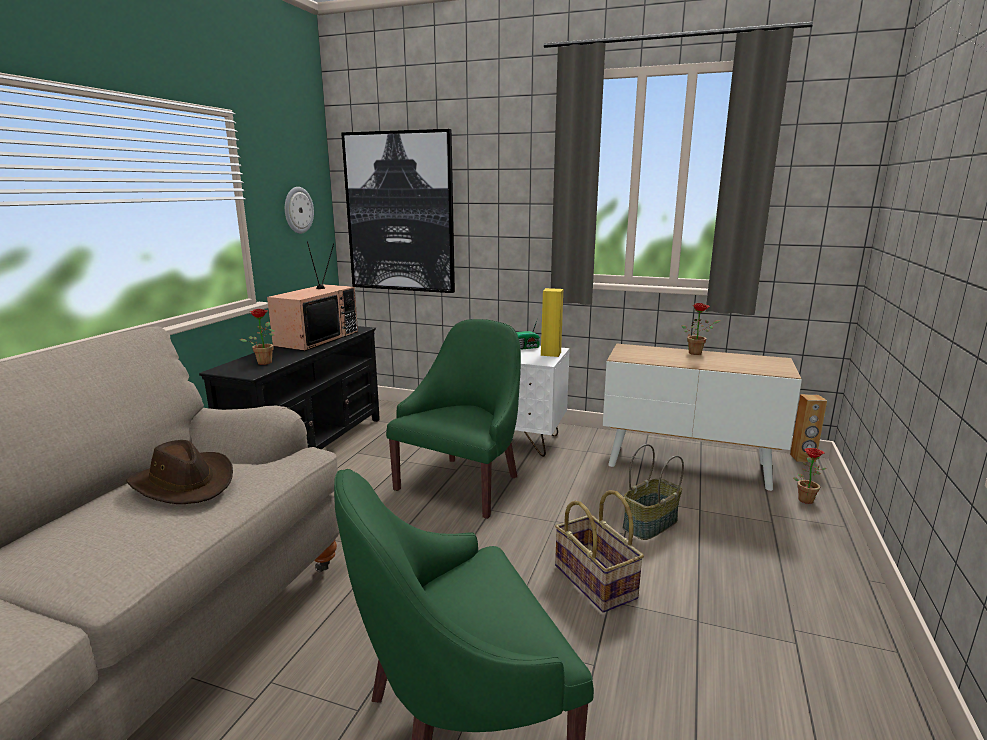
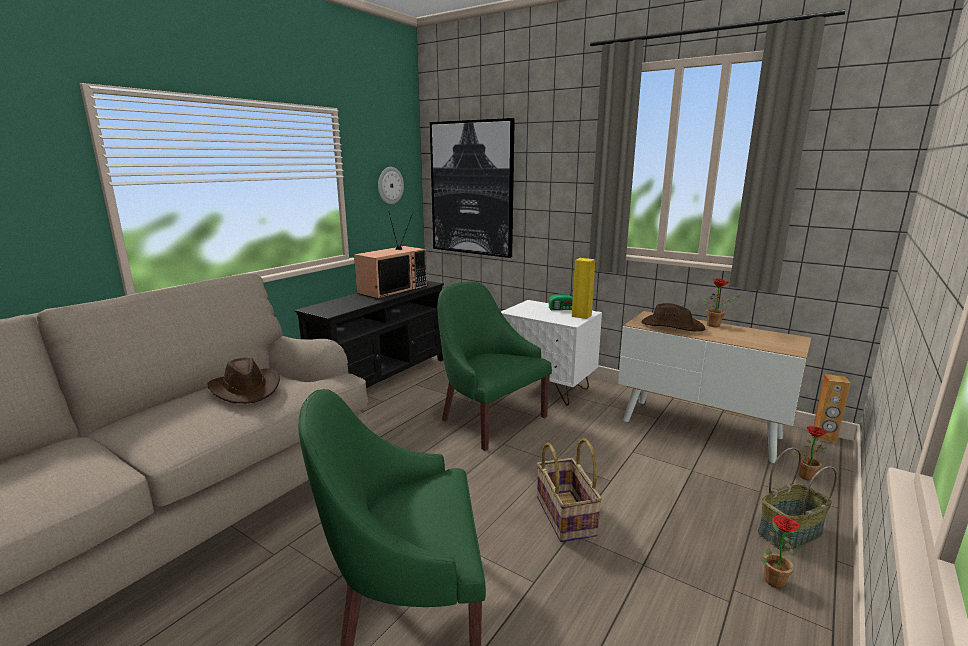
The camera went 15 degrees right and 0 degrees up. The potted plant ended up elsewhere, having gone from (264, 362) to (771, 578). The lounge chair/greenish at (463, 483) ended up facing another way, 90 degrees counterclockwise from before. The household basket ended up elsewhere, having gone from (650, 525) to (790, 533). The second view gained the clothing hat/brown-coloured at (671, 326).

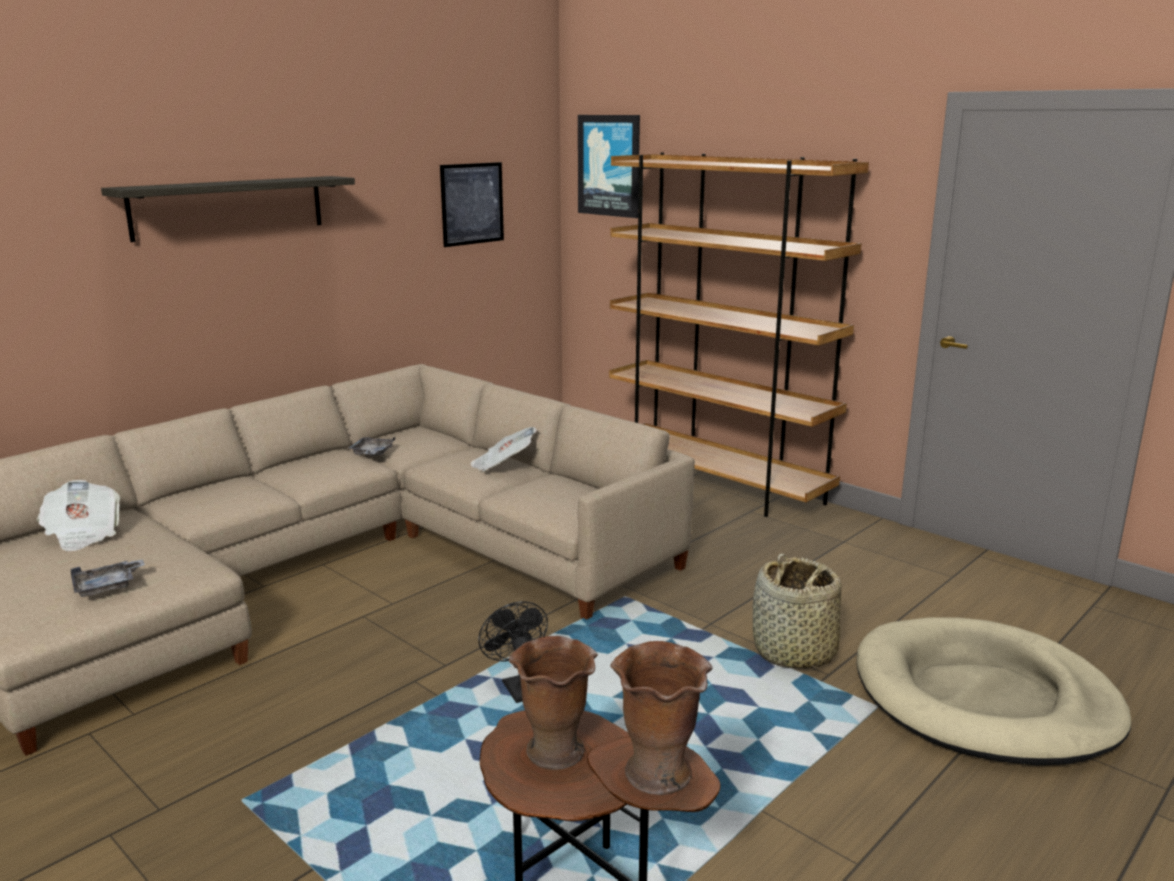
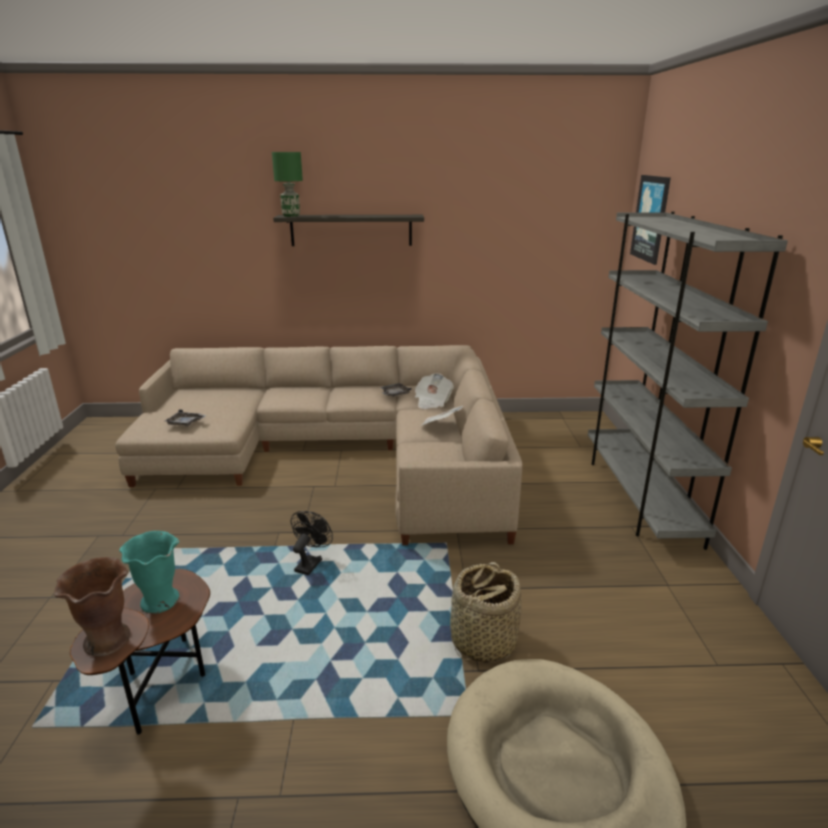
The camera went 45 degrees right and 5 degrees up. The printed paper ended up elsewhere, having gone from (83, 534) to (432, 402). The second view lost the picture at (472, 204). What was the decorative vase/brown-coloured at (555, 751) turned into the decorative vase/turquoise-coloured at (160, 601). What was the bookshelf/brown-coloured at (717, 485) turned into the bookshelf/greyish at (639, 496). The second view gained the tabletop lamp/greenish at (291, 216).

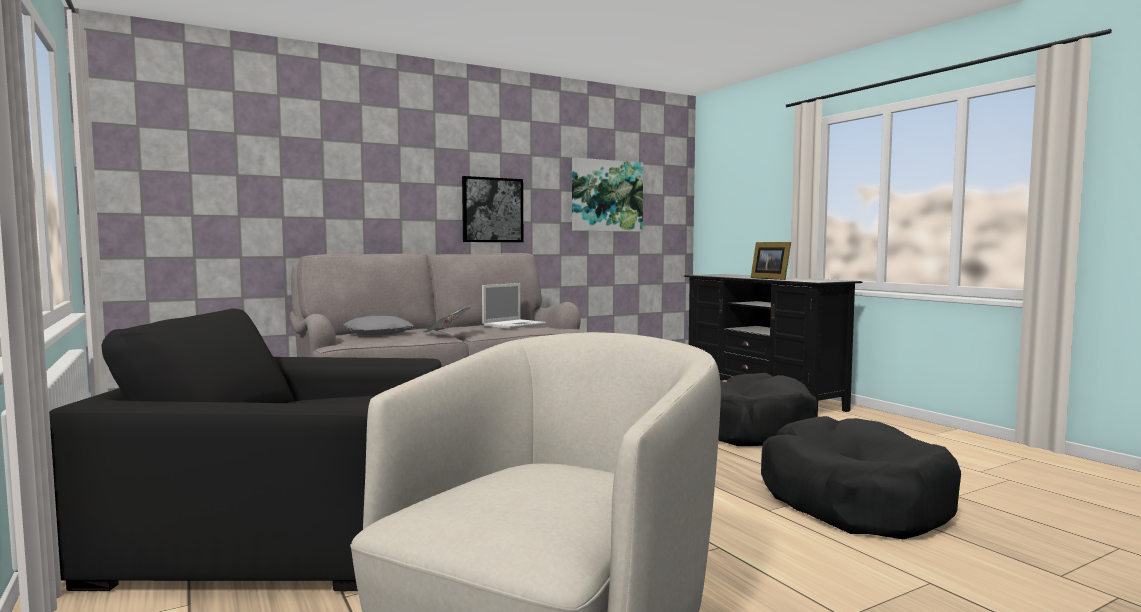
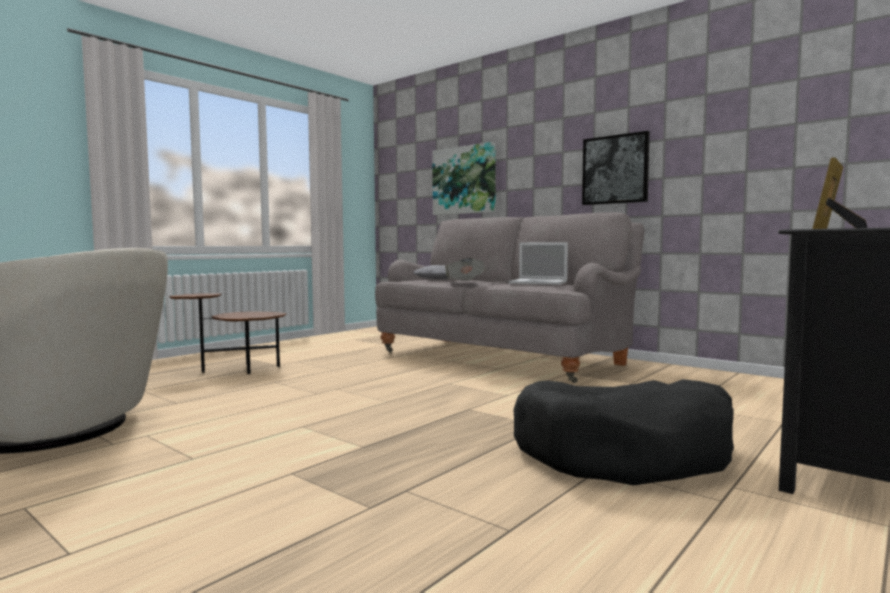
The camera went 70 degrees right and 0 degrees up. Where the lounge chair/black-coloured stood at (288, 529), the end table/brown-coloured came to stand at (237, 369). The picture ended up elsewhere, having gone from (606, 196) to (464, 180). The second view lost the pet bed/black-coloured at (853, 500).

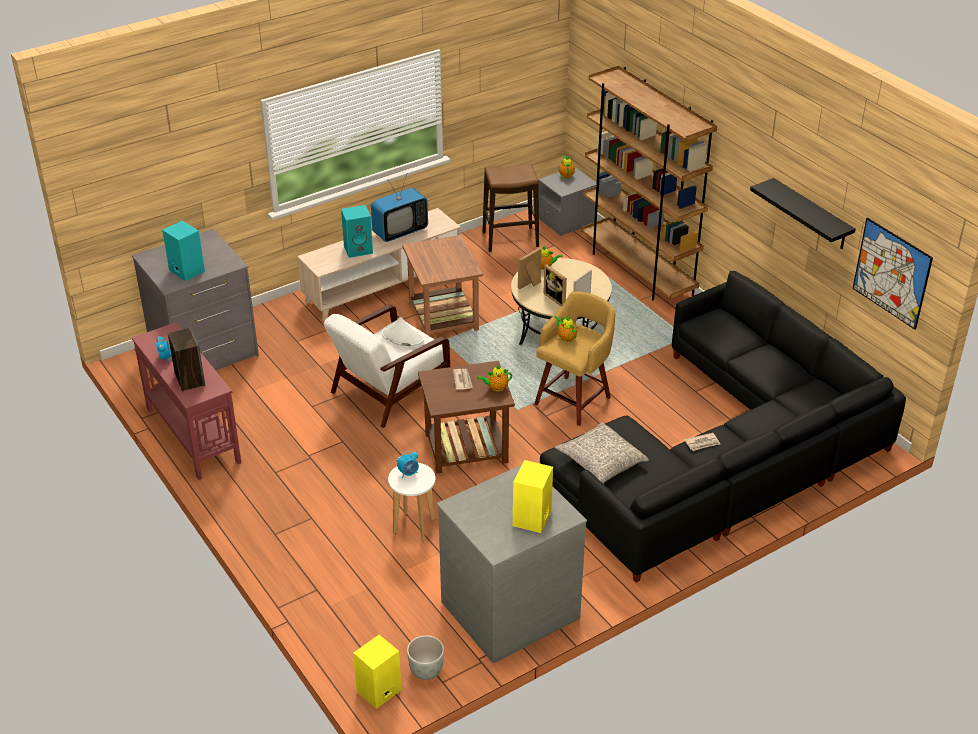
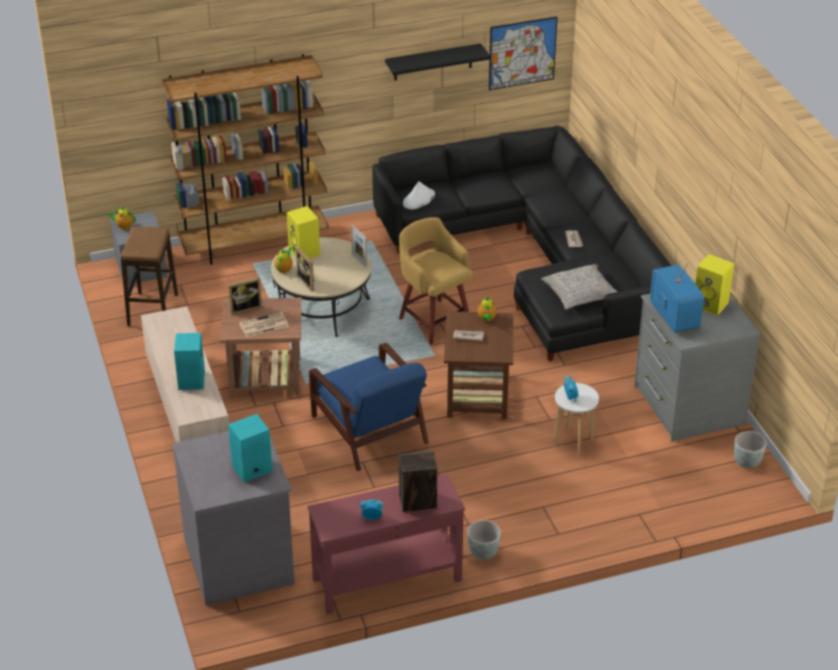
The camera went 75 degrees left and 0 degrees up. What was the lounge chair/whitish at (389, 390) turned into the lounge chair/bluish at (370, 431). The speaker/yellow ended up elsewhere, having gone from (378, 692) to (305, 252). The TV ended up elsewhere, having gone from (400, 231) to (673, 317). The clothing hat/whitish ended up elsewhere, having gone from (402, 337) to (418, 200). The photo frame ended up elsewhere, having gone from (557, 298) to (245, 308). The second view lost the pot for tea at (566, 337). The second view gained the printed paper at (263, 325). The second view gained the flower pot/greyish at (483, 552).

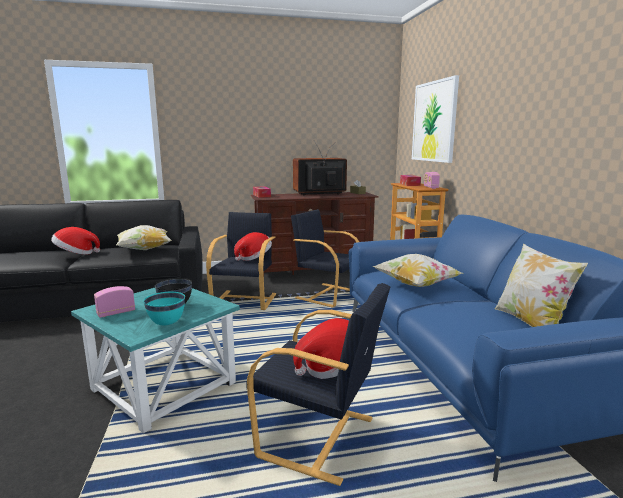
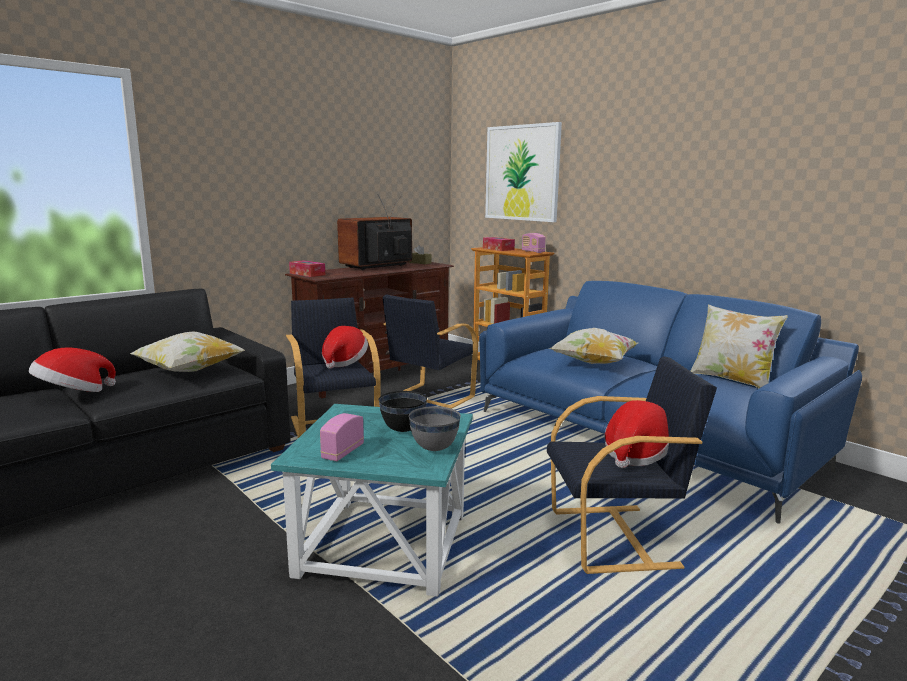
The camera went 30 degrees left and 0 degrees up. What was the bowl/turquoise-coloured at (167, 323) turned into the bowl/greyish at (434, 448). The lounge chair/black-coloured at (327, 294) ended up facing another way, 60 degrees counterclockwise from before.

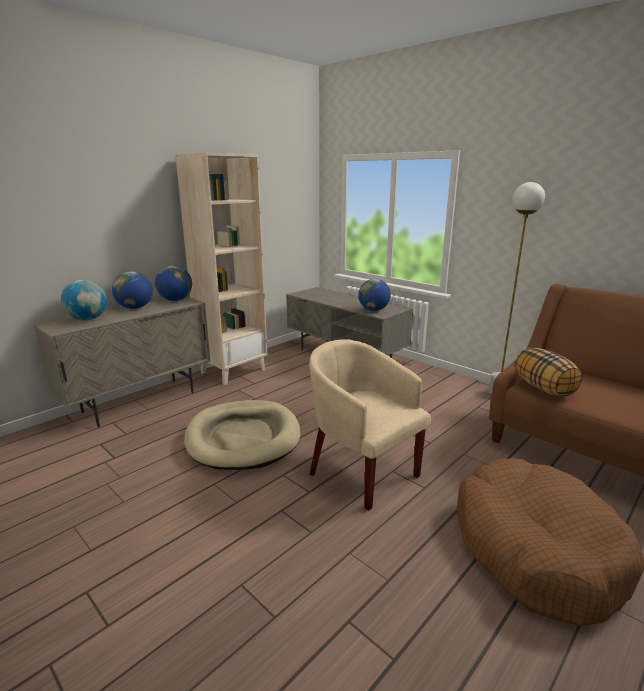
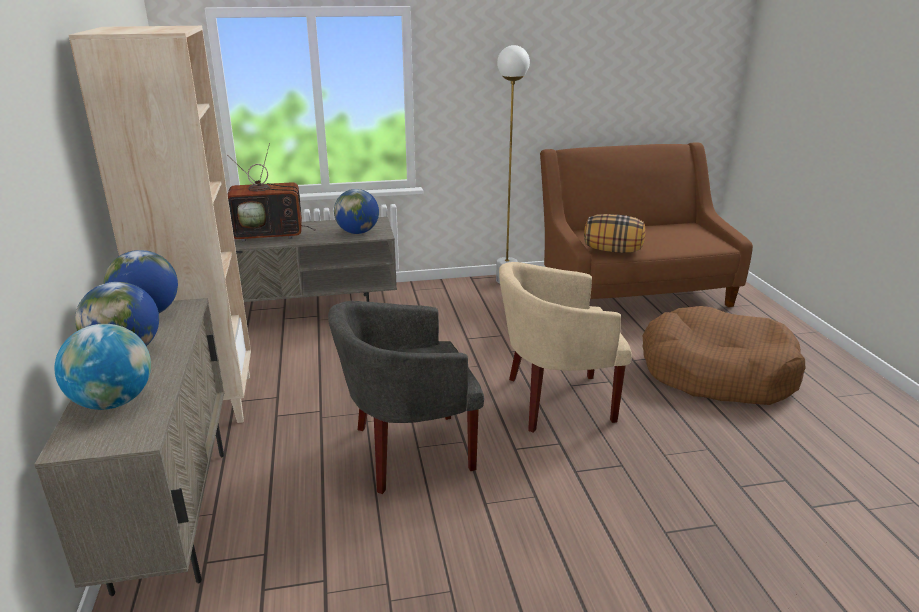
The camera went 55 degrees left and 5 degrees up. Where the pet bed/beige-coloured stood at (243, 438), the lounge chair/greyish came to stand at (408, 451). The second view gained the TV at (271, 234).

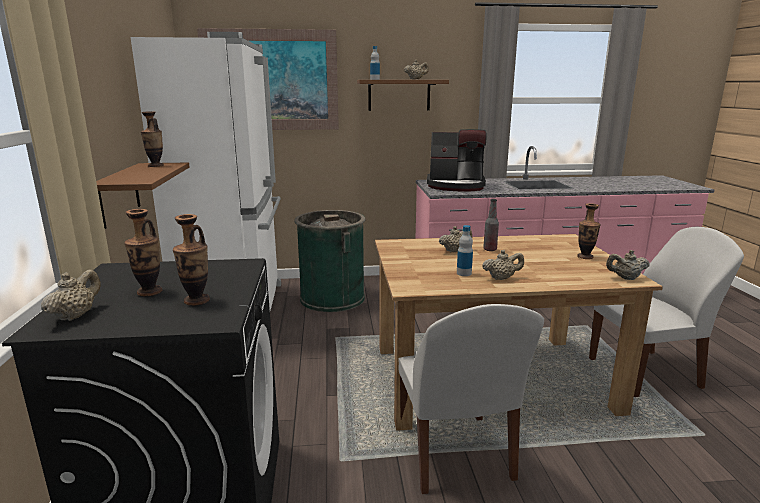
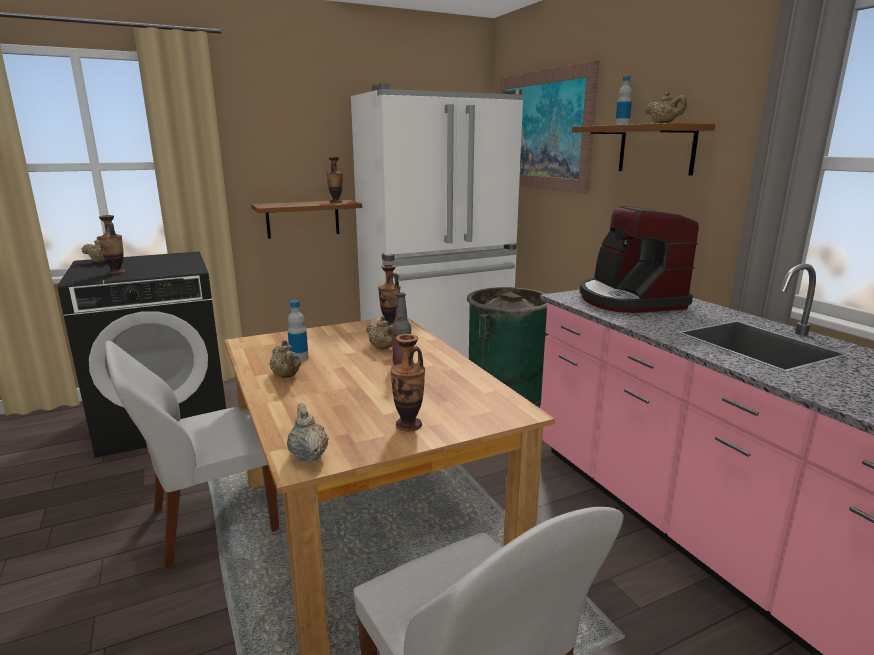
The camera went 70 degrees right and 0 degrees up. The decorative vase ended up elsewhere, having gone from (149, 292) to (390, 324).

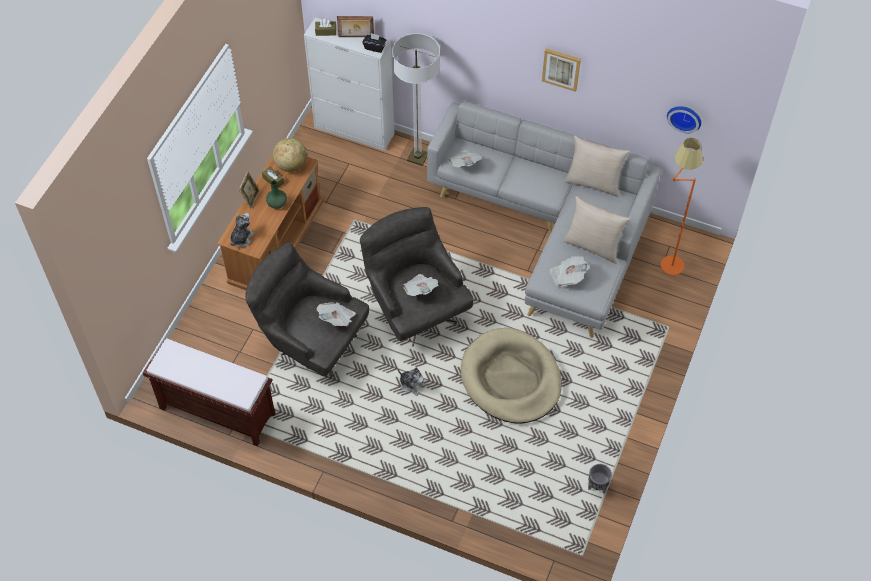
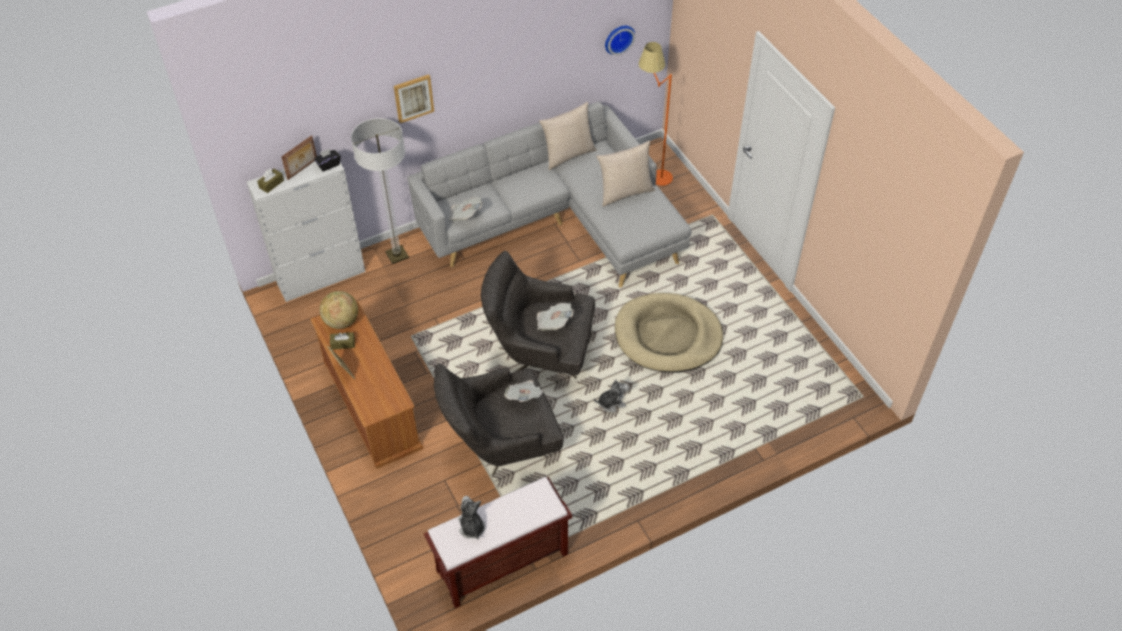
The camera went 50 degrees left and 5 degrees down. The cuddly toy ended up elsewhere, having gone from (241, 238) to (471, 527). The second view lost the decorative vase/greenish at (277, 203). The picture ended up elsewhere, having gone from (561, 69) to (413, 98). The second view lost the printed paper at (567, 276). The second view lost the flower pot/greyish at (597, 487).

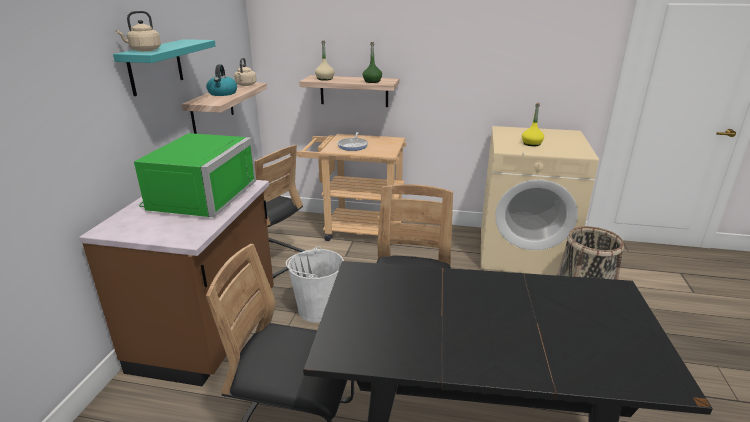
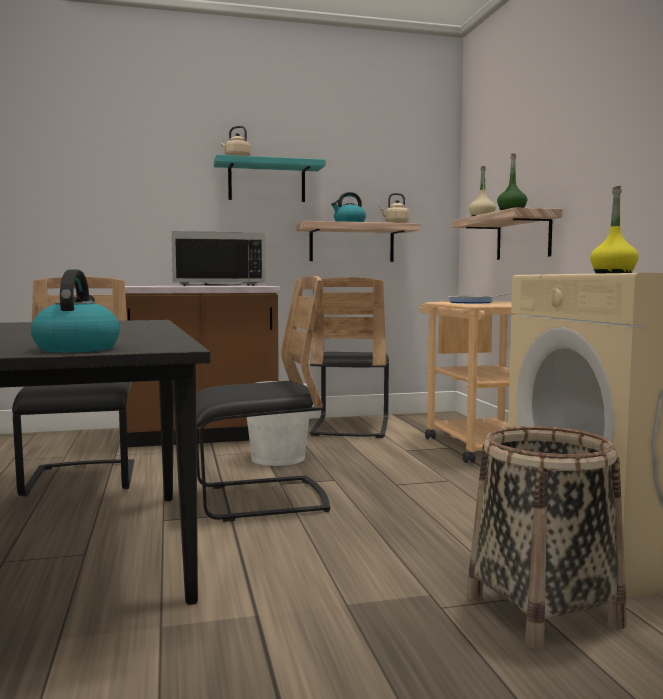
The camera went 65 degrees right and 20 degrees down. What was the microwave oven/greenish at (198, 197) turned into the microwave oven/black-coloured at (218, 285). The second view gained the water kettle at (77, 348).

